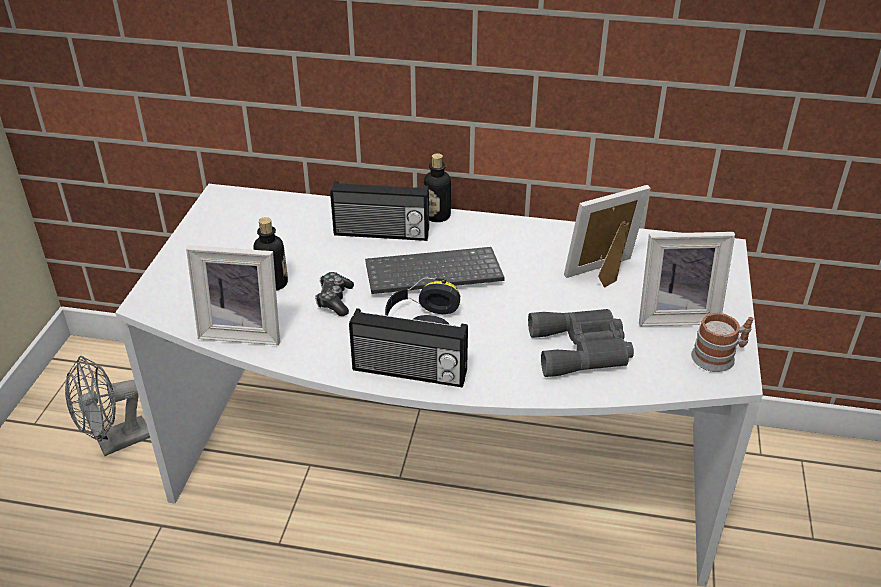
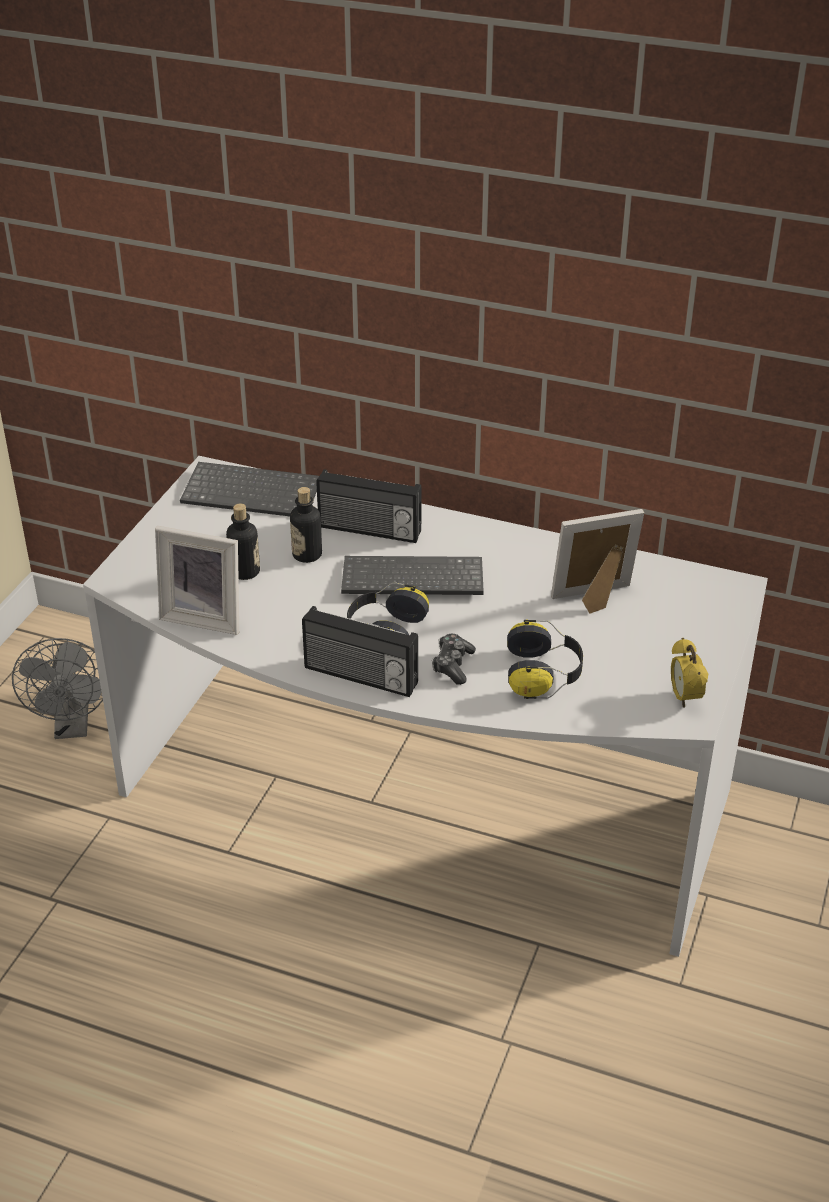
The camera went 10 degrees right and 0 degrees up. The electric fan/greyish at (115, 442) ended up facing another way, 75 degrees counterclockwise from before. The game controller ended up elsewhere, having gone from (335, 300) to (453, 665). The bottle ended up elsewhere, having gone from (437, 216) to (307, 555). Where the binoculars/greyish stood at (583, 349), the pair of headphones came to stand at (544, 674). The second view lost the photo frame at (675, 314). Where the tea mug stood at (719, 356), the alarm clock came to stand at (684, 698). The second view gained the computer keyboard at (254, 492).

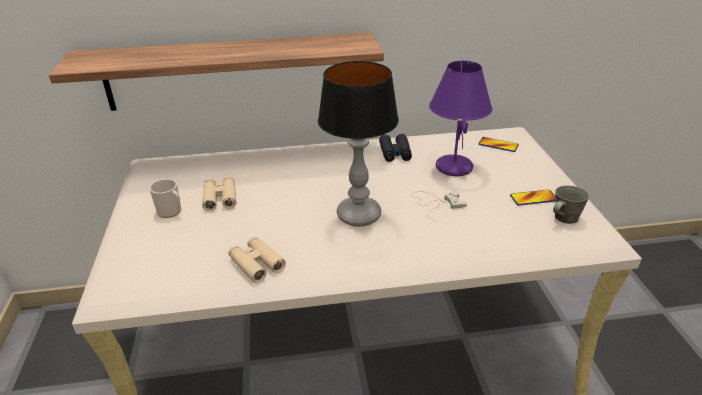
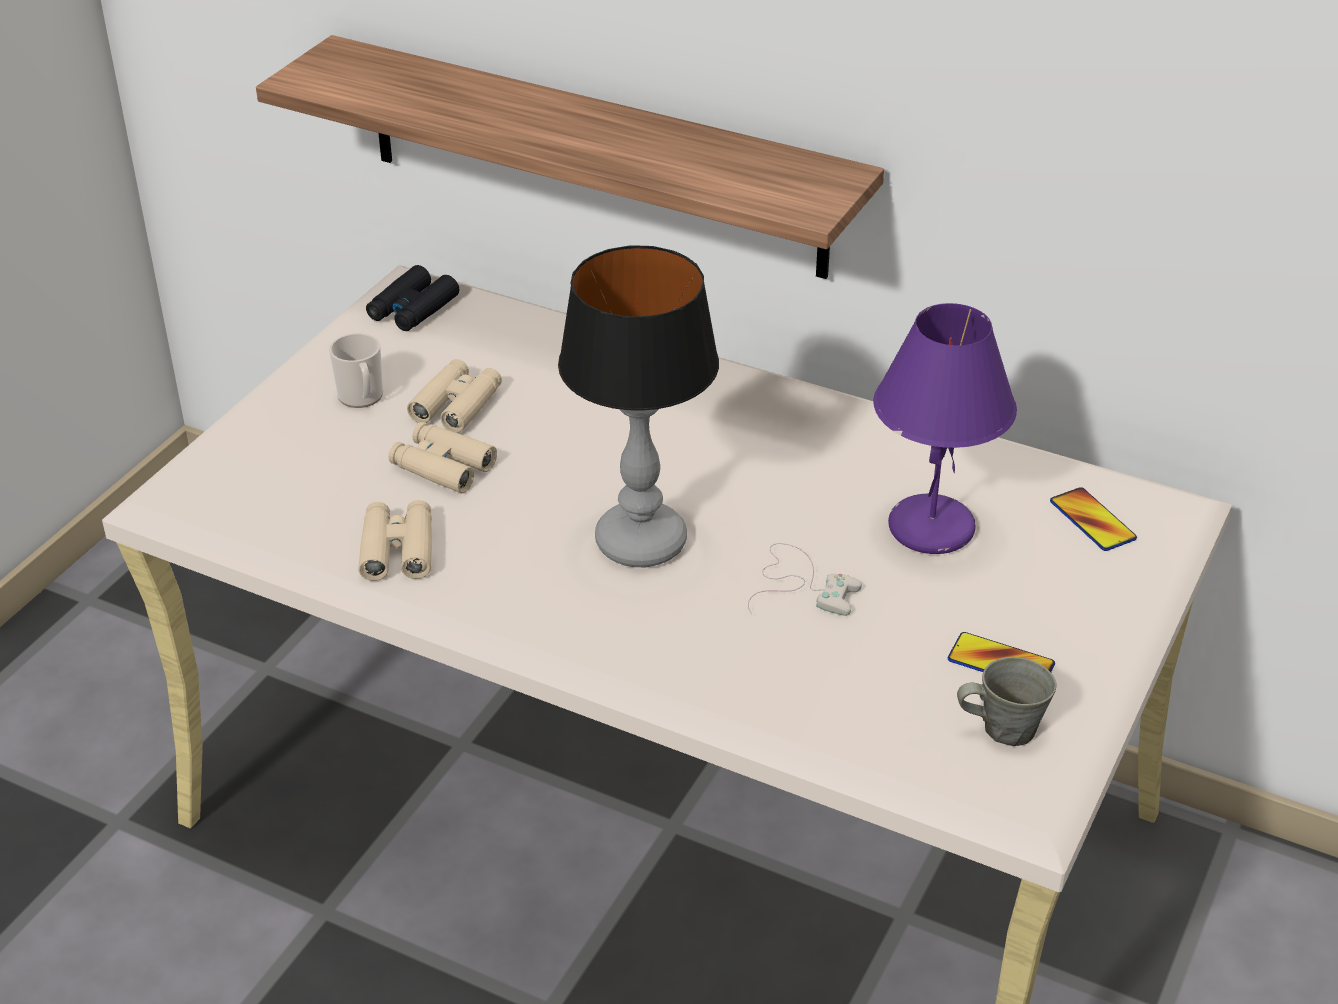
The camera went 35 degrees right and 5 degrees up. The binoculars/black-coloured ended up elsewhere, having gone from (395, 153) to (413, 309). The second view gained the binoculars/beige-coloured at (442, 466).

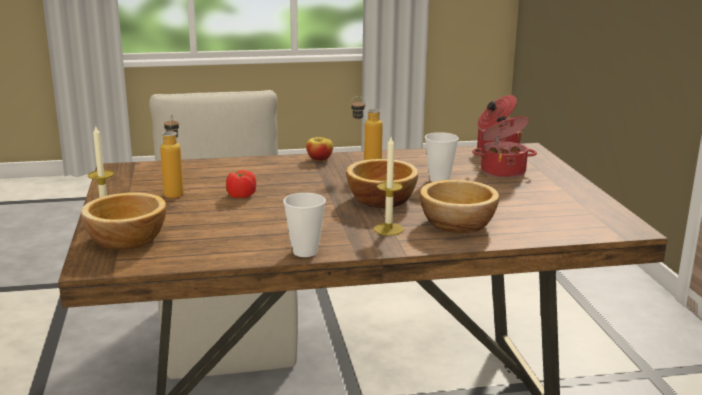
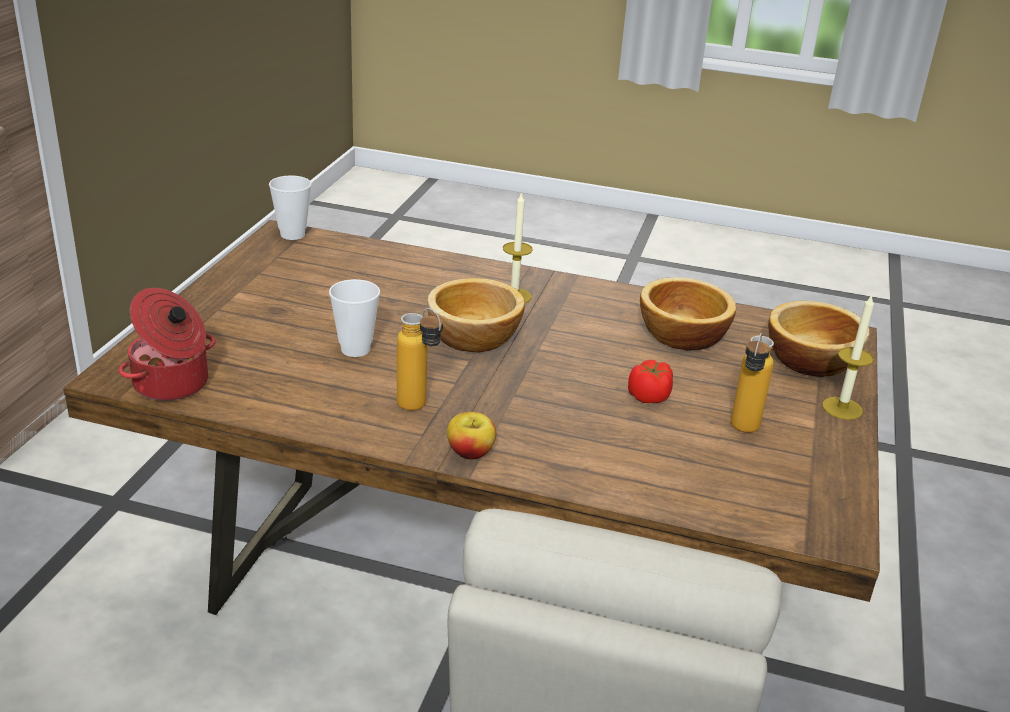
The camera went 155 degrees left and 10 degrees up. The small cup ended up elsewhere, having gone from (305, 252) to (292, 234). The bowl ended up elsewhere, having gone from (459, 224) to (680, 335). The second view lost the stockpot at (502, 171).

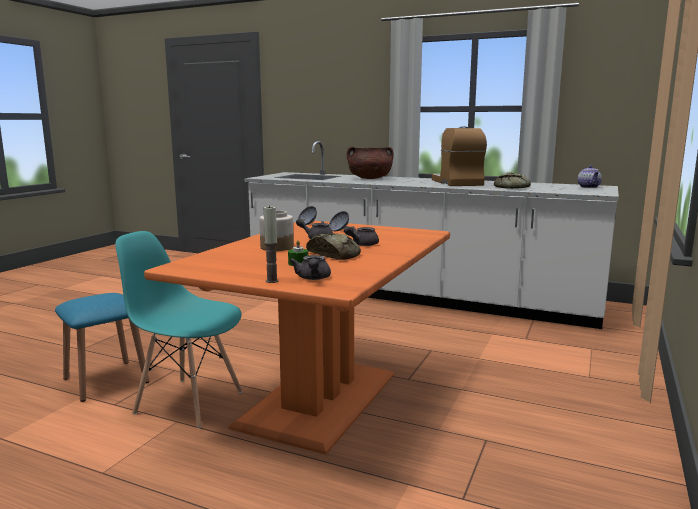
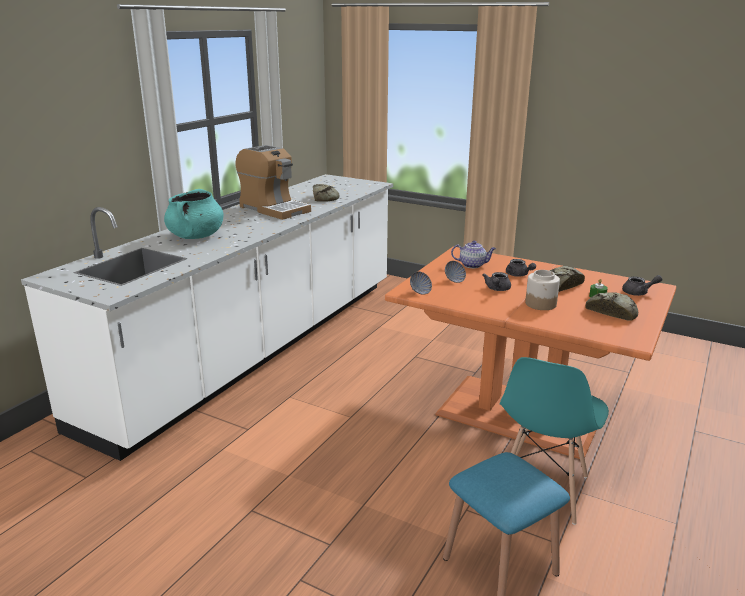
The camera went 85 degrees left and 10 degrees up. The second view lost the wax light at (272, 281). What was the stockpot/brown-coloured at (370, 178) turned into the stockpot/turquoise-coloured at (196, 236). The coffee maker at (457, 183) ended up facing another way, 135 degrees counterclockwise from before. The pot for tea ended up elsewhere, having gone from (589, 187) to (473, 265). The second view gained the bakery bread at (612, 311).

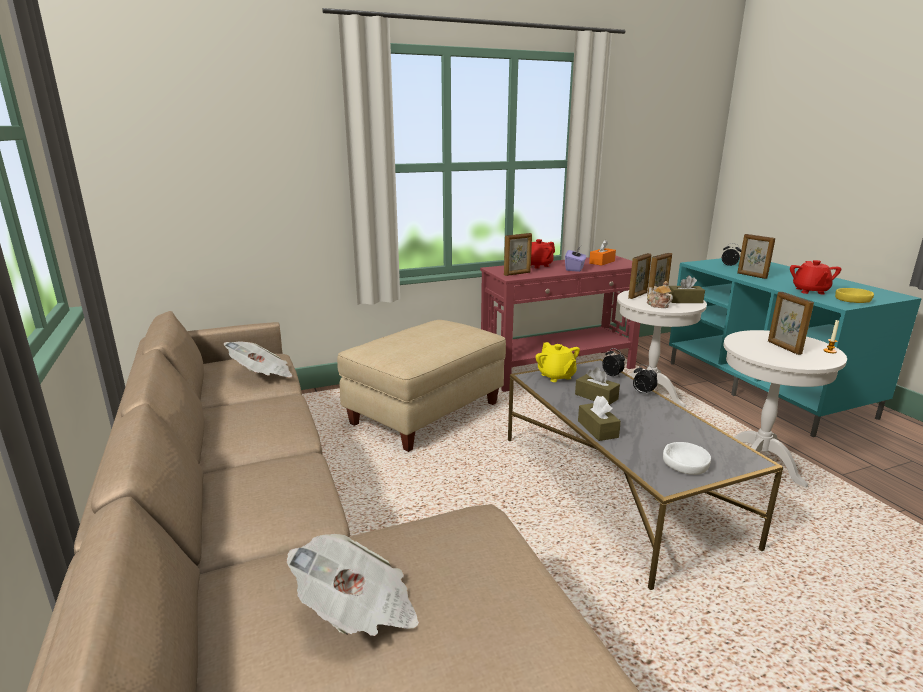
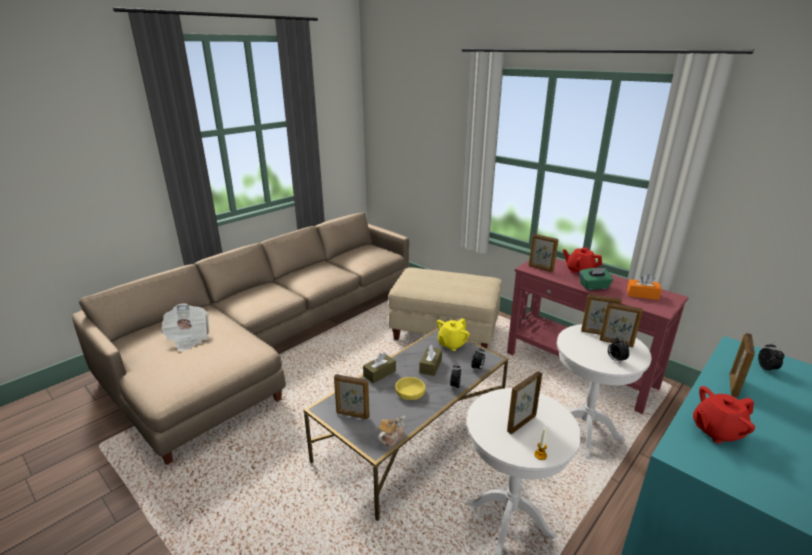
The camera went 65 degrees right and 5 degrees up. The second view lost the printed paper at (262, 375). What was the tissue holder/purplish at (575, 269) turned into the tissue holder/greenish at (594, 286). The pot for tea ended up elsewhere, having gone from (657, 305) to (391, 437). Where the bowl/whitish stood at (685, 464), the photo frame came to stand at (352, 415). Where the tissue holder/brown-coloured stood at (684, 300), the alarm clock came to stand at (615, 360). The bowl/yellow ended up elsewhere, having gone from (853, 300) to (410, 392).

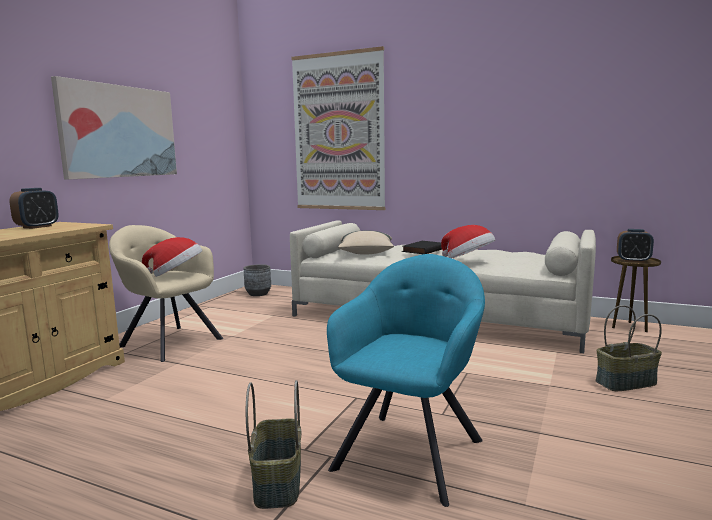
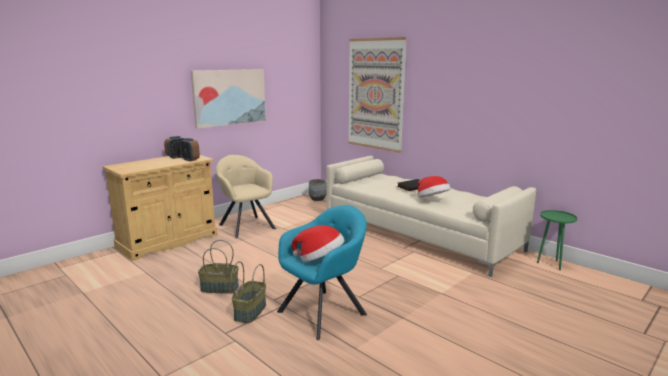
The camera went 20 degrees right and 5 degrees up. The clothing hat ended up elsewhere, having gone from (176, 275) to (319, 259). The second view lost the throw pillow/beige-coloured at (366, 253). The household basket ended up elsewhere, having gone from (626, 383) to (219, 288). What was the end table/brown-coloured at (629, 327) turned into the end table/greenish at (551, 264). The alarm clock ended up elsewhere, having gone from (633, 260) to (190, 160).

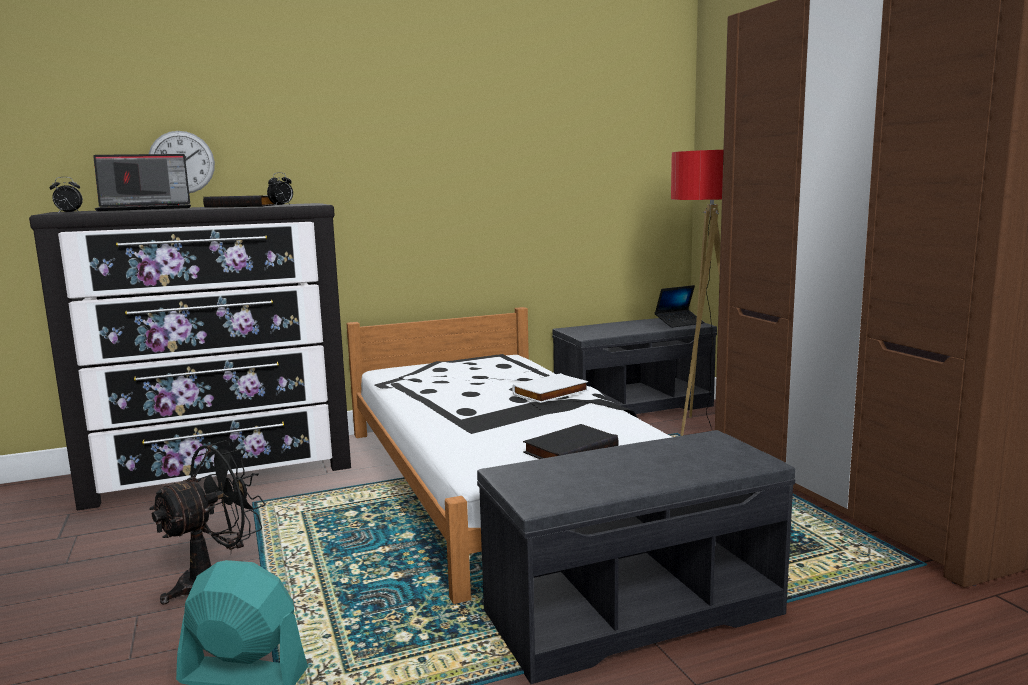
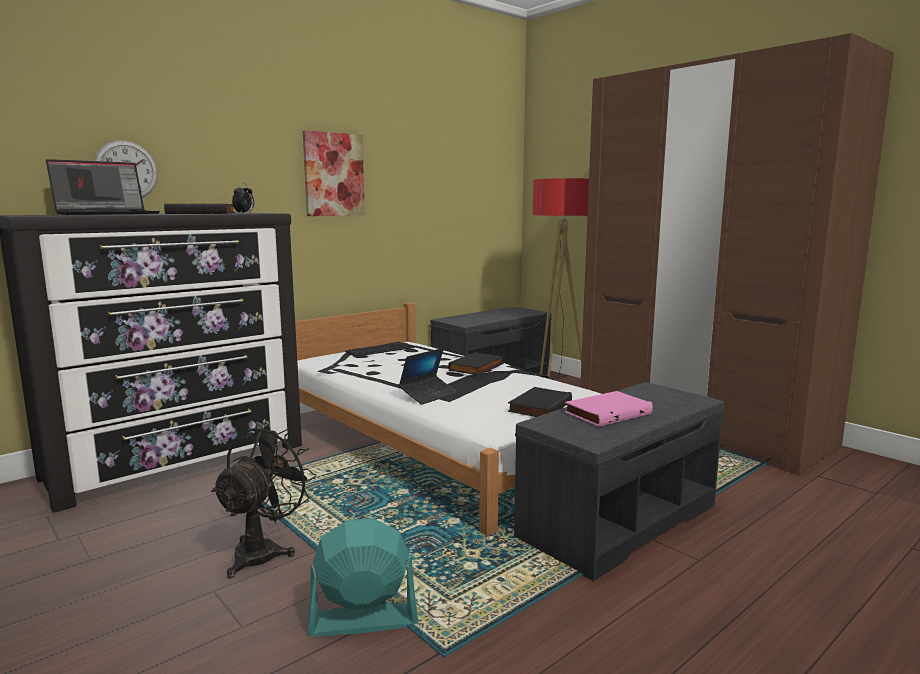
The camera went 20 degrees left and 0 degrees up. The second view lost the alarm clock at (68, 213). What was the book/whitish at (551, 393) turned into the book/black-coloured at (477, 367). The laptop ended up elsewhere, having gone from (679, 323) to (428, 395). The second view gained the picture at (333, 174). The second view gained the computer keyboard at (380, 349). The second view gained the book/pink at (607, 412).

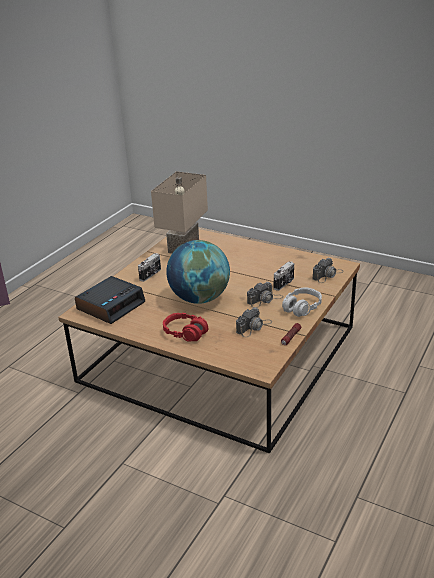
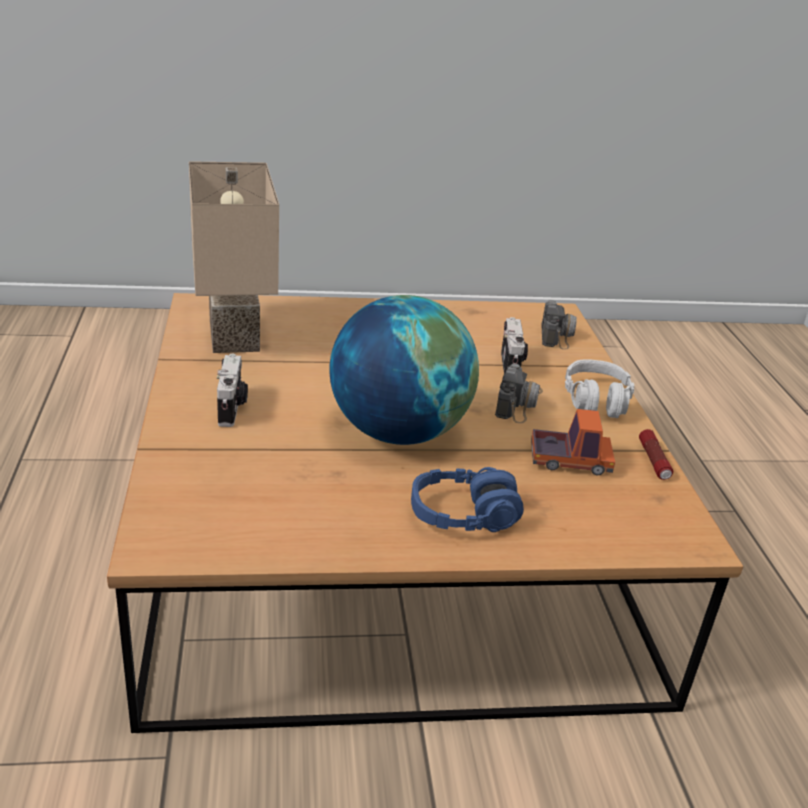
The camera went 40 degrees left and 0 degrees up. The second view lost the alarm clock at (111, 305). What was the pair of headphones/red-coloured at (185, 333) turned into the pair of headphones/bluish at (463, 515). Where the photo camera stood at (254, 327), the model truck came to stand at (569, 460).

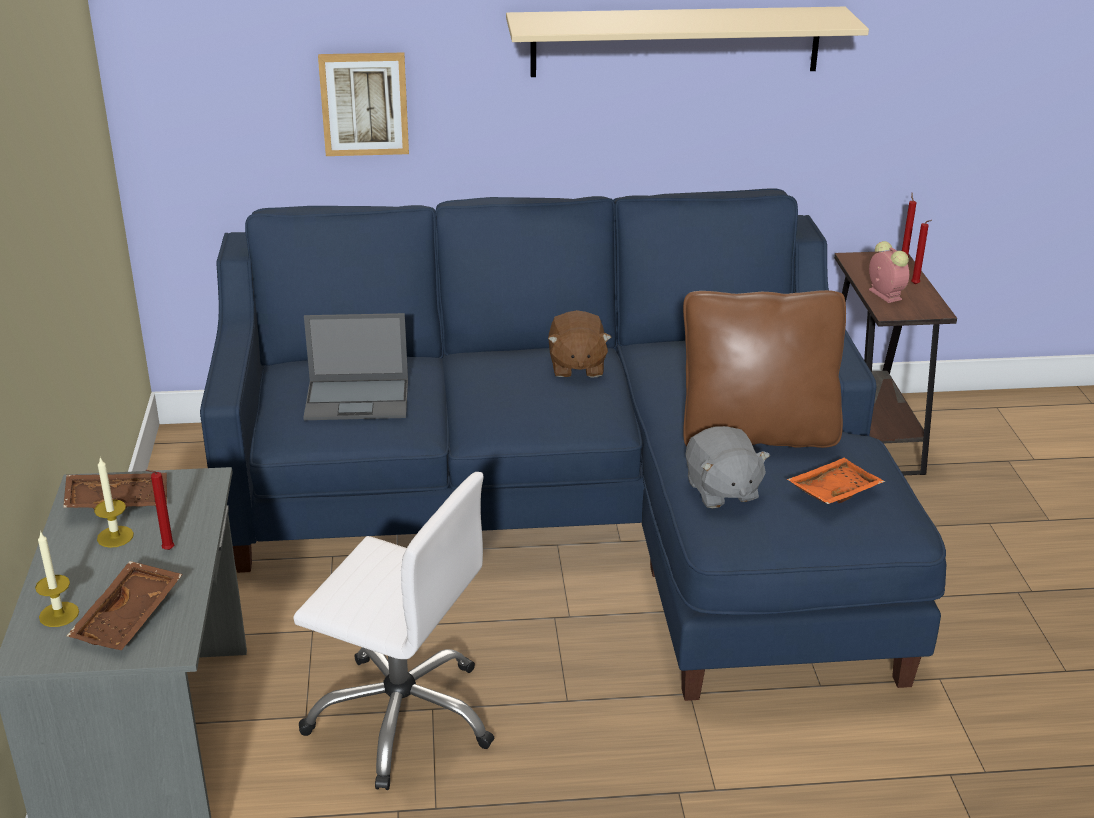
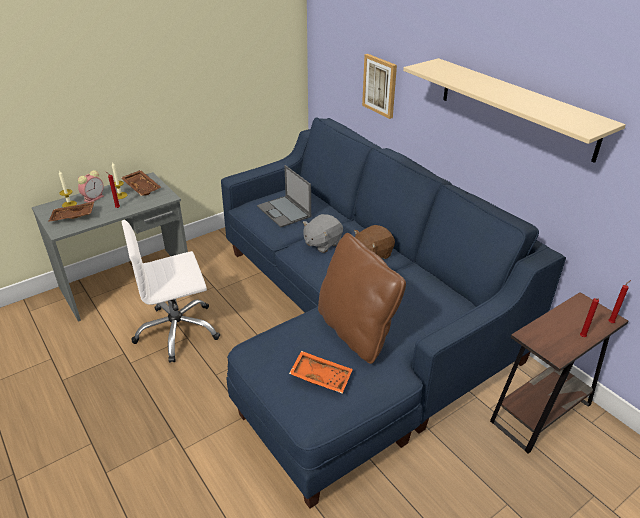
The camera went 60 degrees right and 5 degrees up. The computer chair/whitish at (402, 716) ended up facing another way, 75 degrees clockwise from before. The cuddly toy/greyish ended up elsewhere, having gone from (721, 491) to (322, 243). The alarm clock ended up elsewhere, having gone from (883, 294) to (94, 198).

